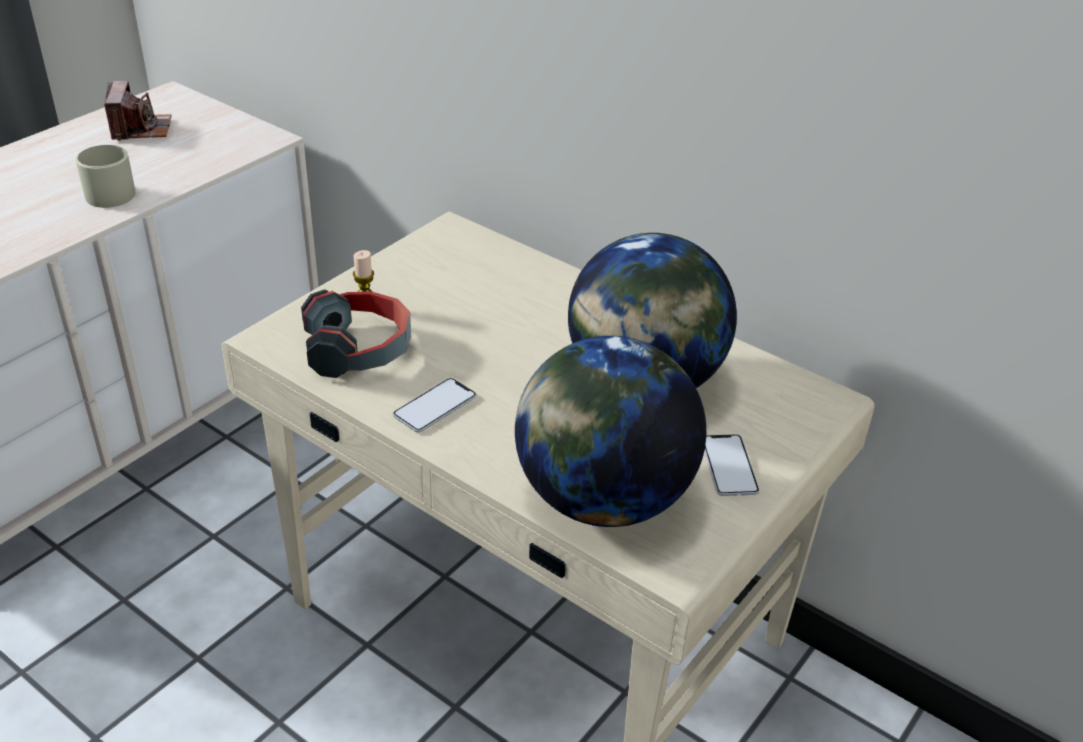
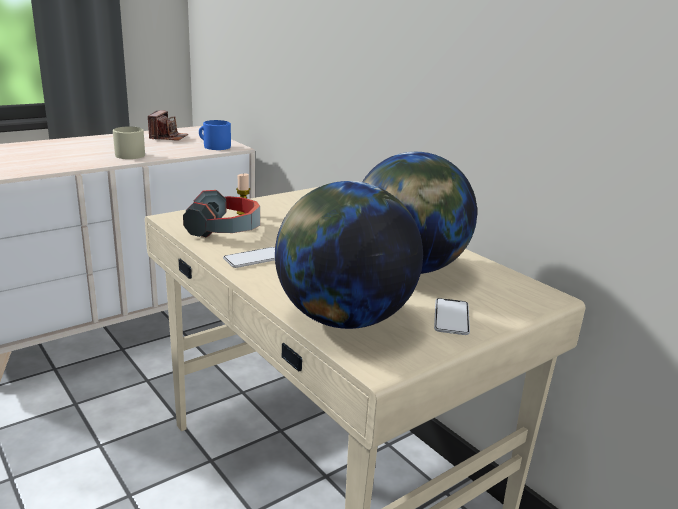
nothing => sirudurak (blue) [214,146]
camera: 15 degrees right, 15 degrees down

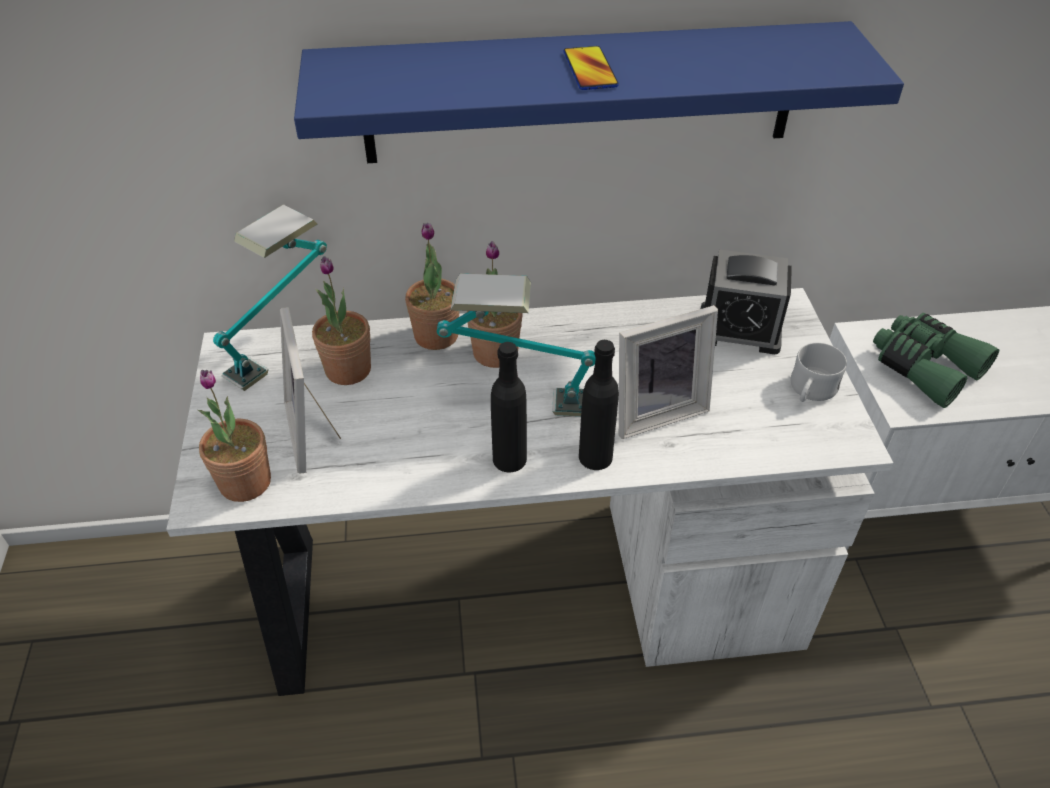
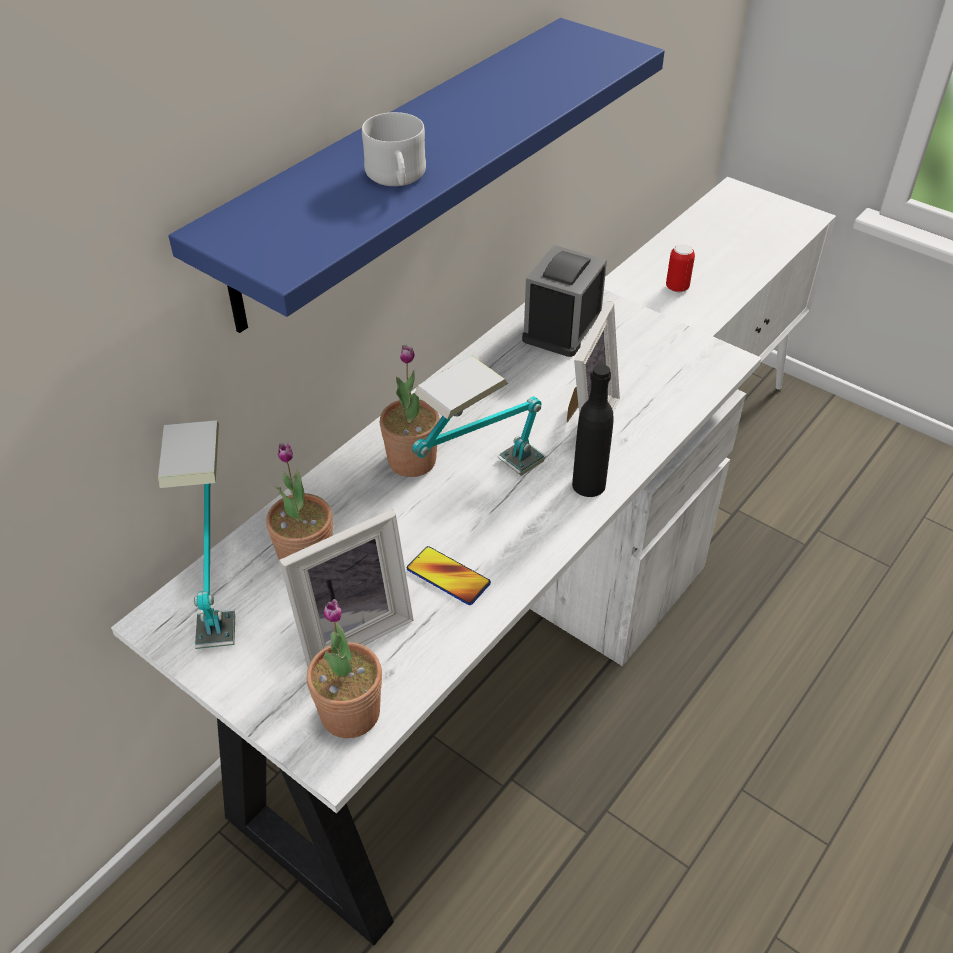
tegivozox [314,432] => tegivozox [351,628], 60 degrees counterclockwise
sirudurak (white) [810,391] => sirudurak (white) [397,179], move
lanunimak [590,70] => lanunimak [448,576], move
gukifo [739,329] => gukifo [562,328], 150 degrees clockwise
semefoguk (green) [924,366] => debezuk [677,287]
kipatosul [436,336] => nothing
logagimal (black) [509,459] => nothing
camera: 45 degrees left, 0 degrees up

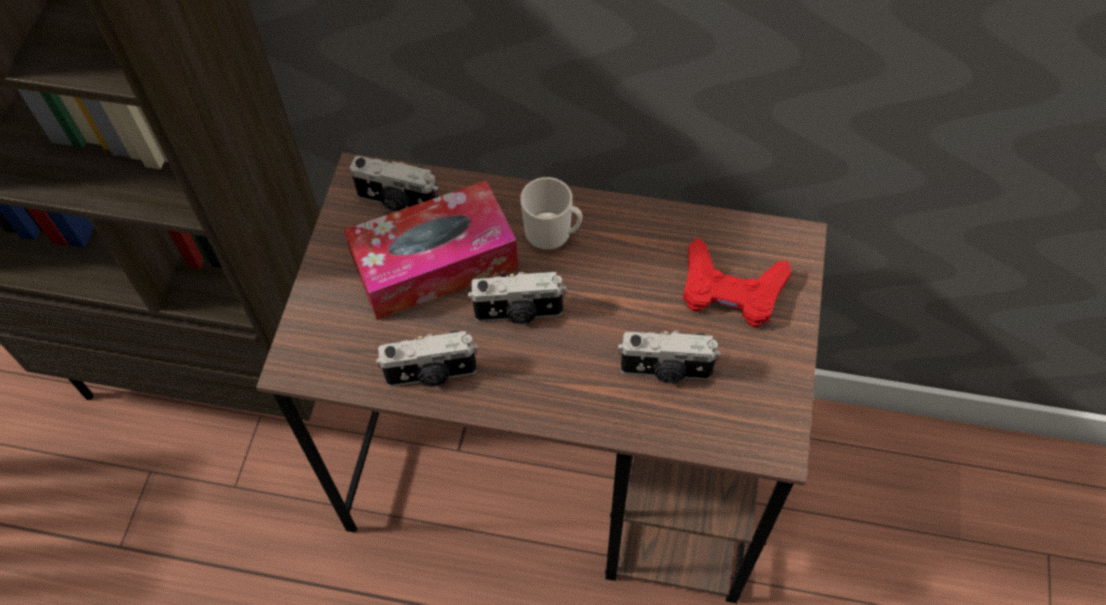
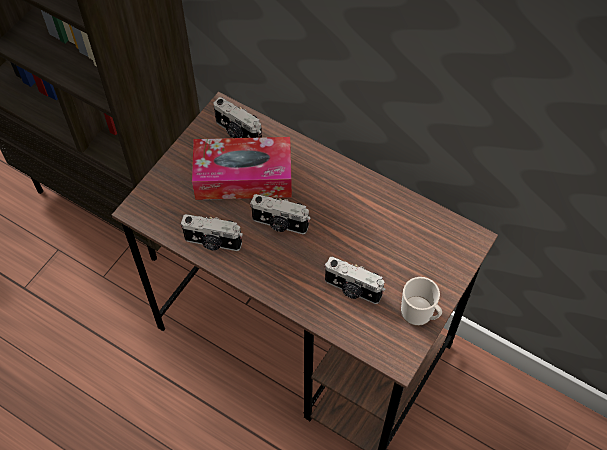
sirudurak [552,233] => sirudurak [419,313], move
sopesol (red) [731,290] => nothing
camera: 20 degrees right, 0 degrees up

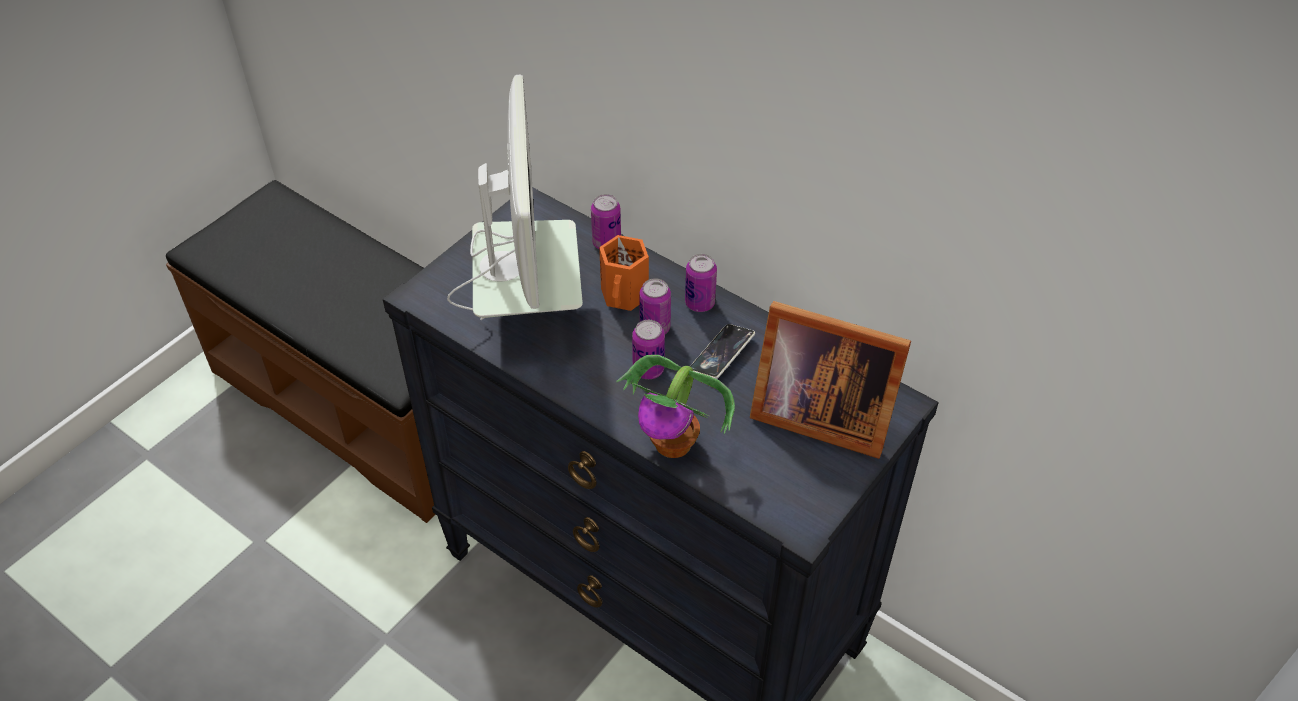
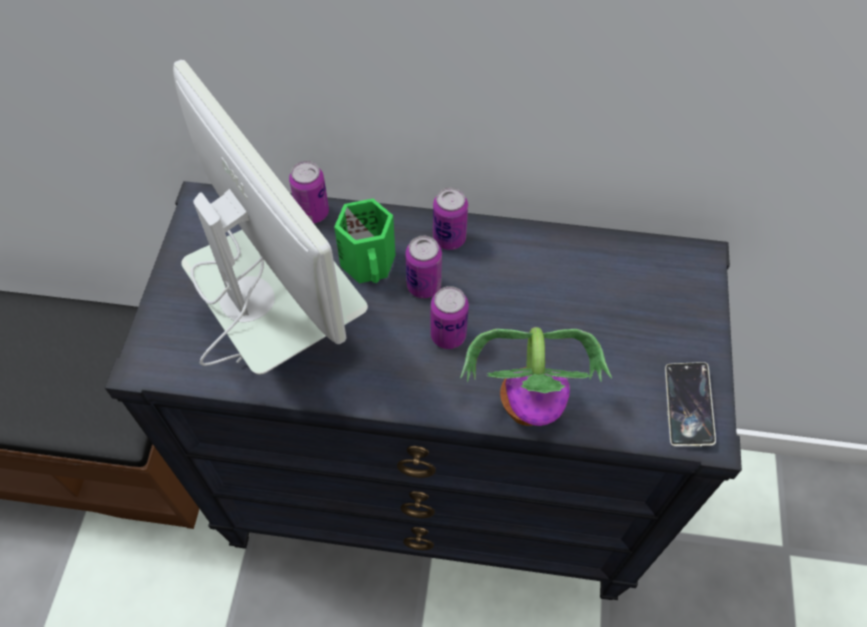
sirudurak (orange) [625,295] => sirudurak (green) [370,262]
lanunimak [721,354] => lanunimak [687,406], move
tegivozox [817,413] => nothing
camera: 30 degrees left, 10 degrees up

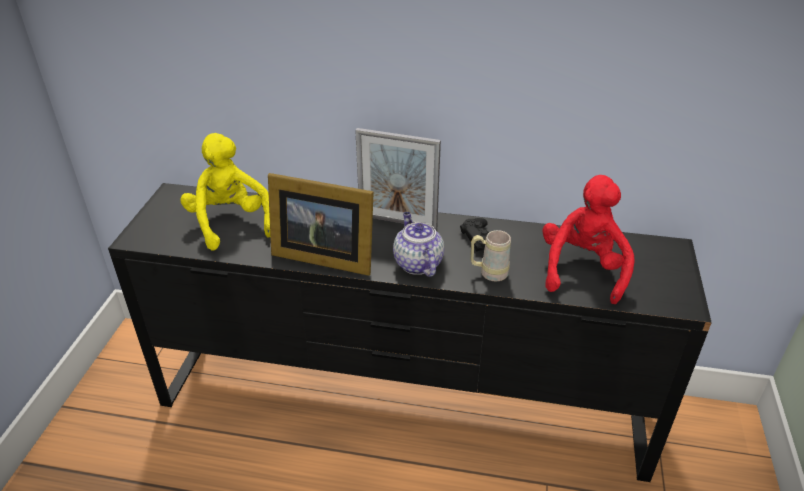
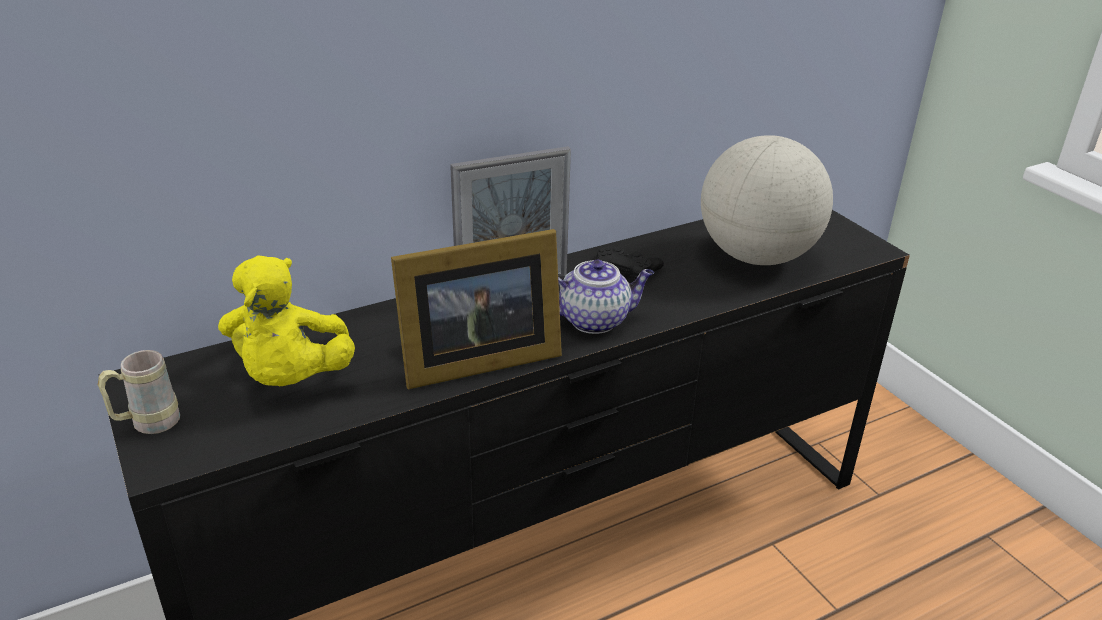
sirudurak (beige) [488,273] => sirudurak (beige) [147,424], move
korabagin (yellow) [230,223] => korabagin (yellow) [291,378], 120 degrees counterclockwise
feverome [417,263] => feverome [595,320], 135 degrees clockwise
korabagin (red) [582,270] => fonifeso [757,256]
camera: 40 degrees left, 5 degrees down

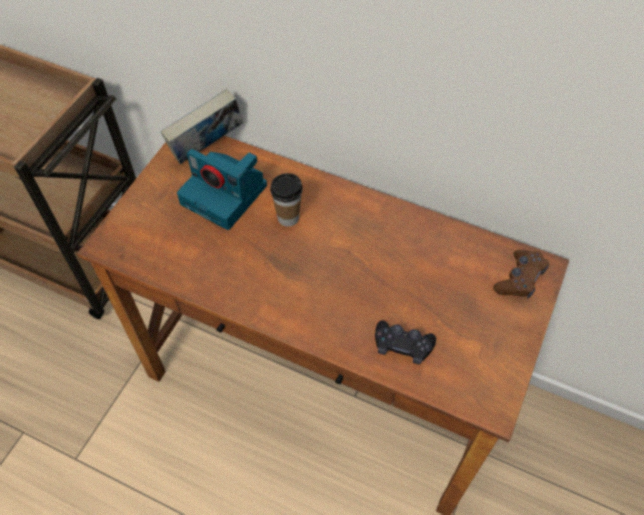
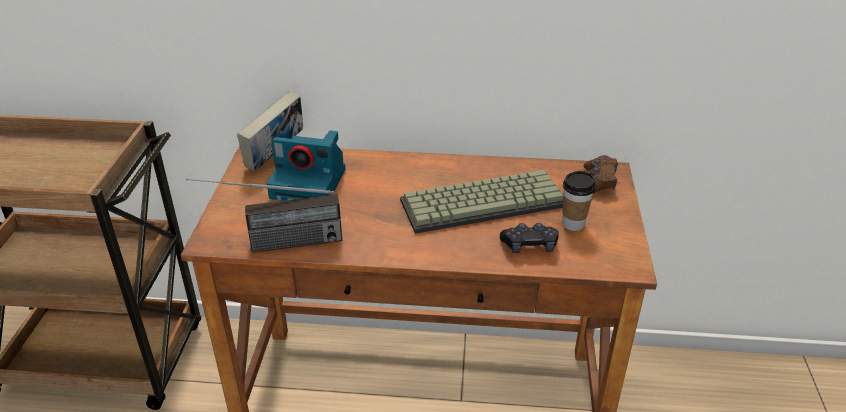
nothing => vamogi [272,244]
nothing => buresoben [484,201]
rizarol [288,218] => rizarol [573,224], move
camera: 20 degrees left, 20 degrees down

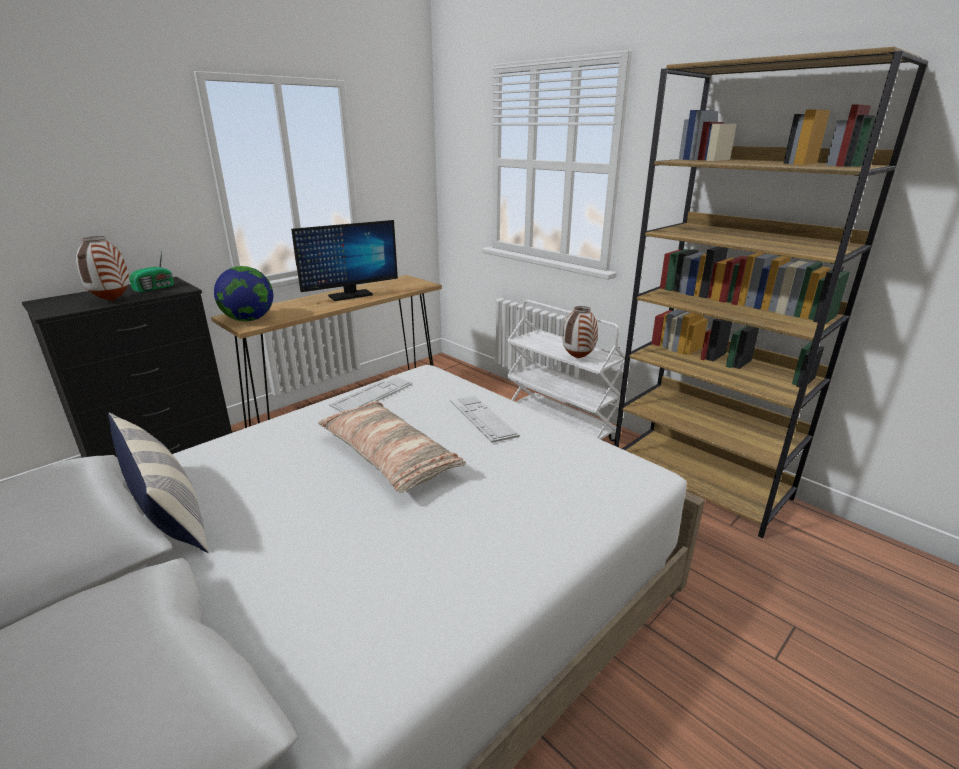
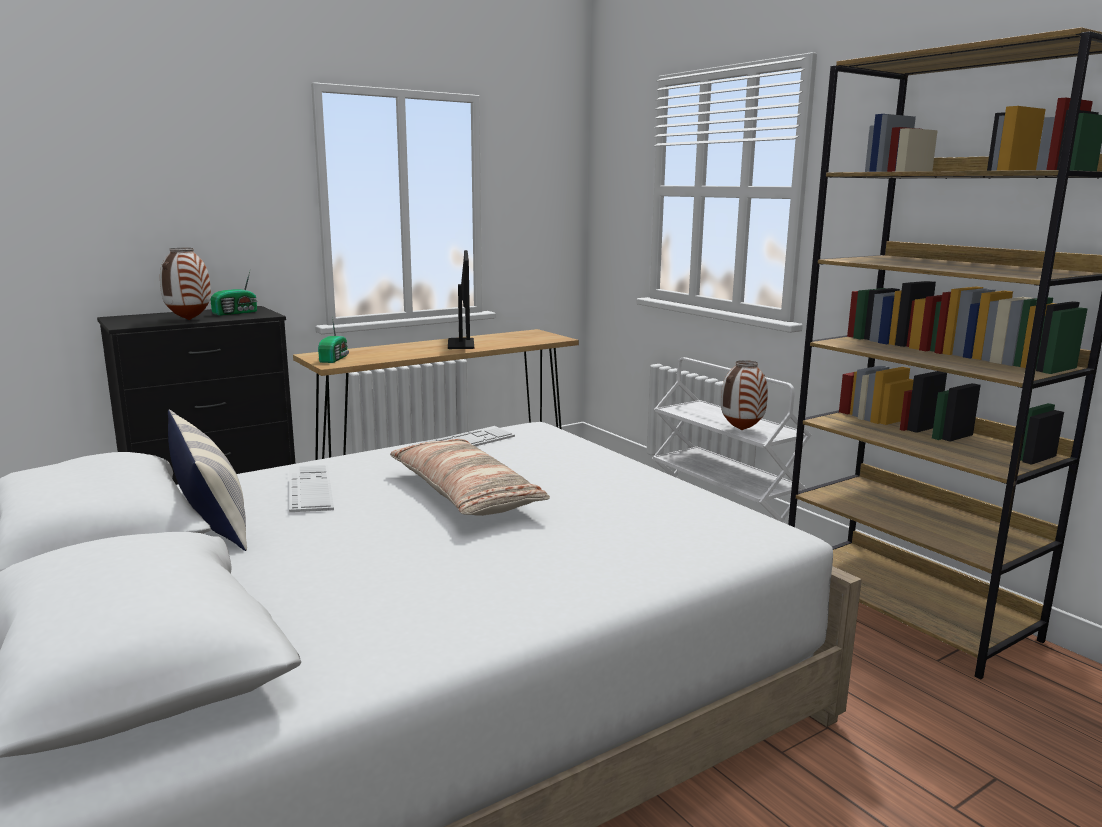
buresoben [482,418] => buresoben [310,489], move
fonifeso [249,320] => vamogi [335,359]
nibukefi [350,295] => nibukefi [461,344], 75 degrees counterclockwise
camera: 10 degrees right, 10 degrees down

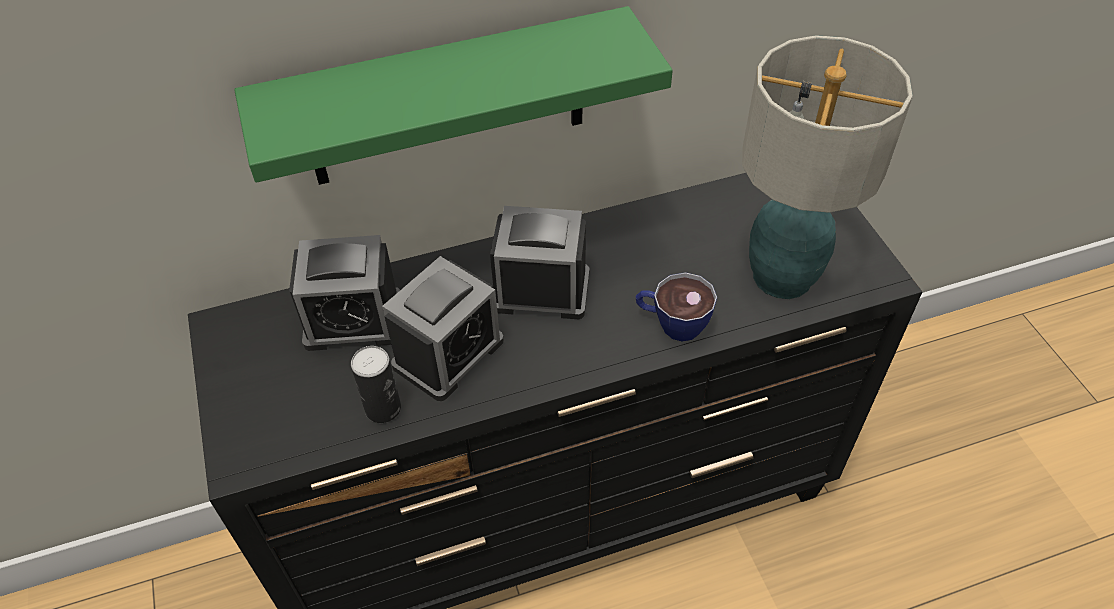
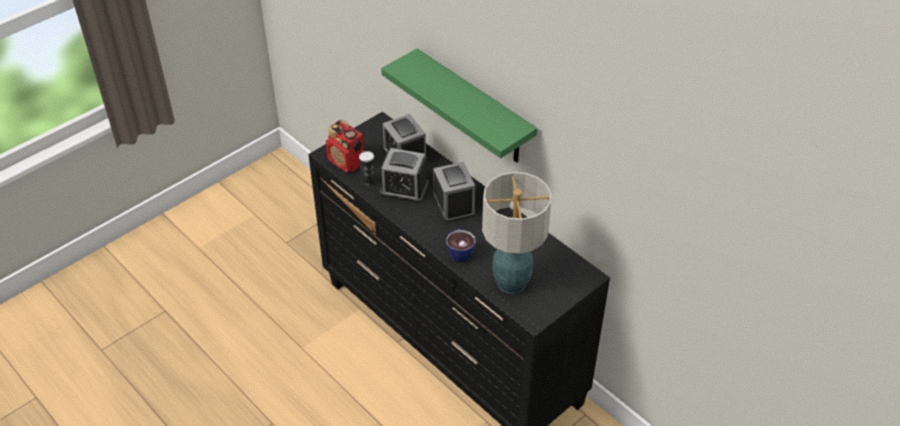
nothing => vamogi [347,162]
camera: 65 degrees right, 5 degrees down

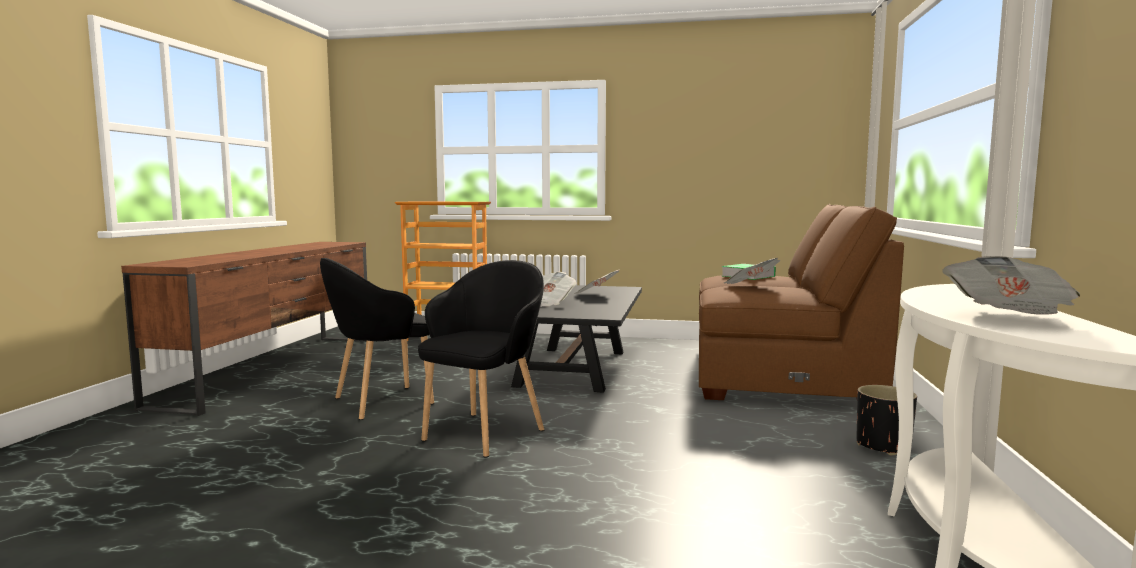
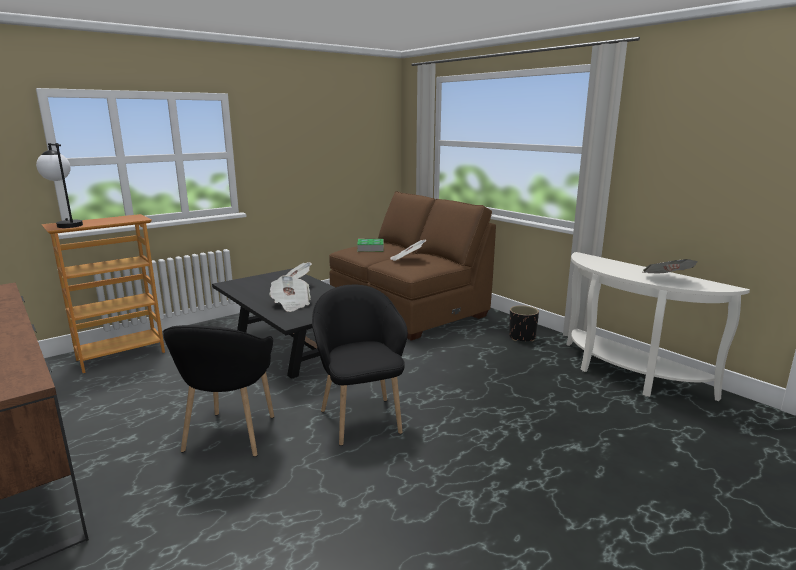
nothing => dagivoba [66,224]
camera: 50 degrees left, 10 degrees up

